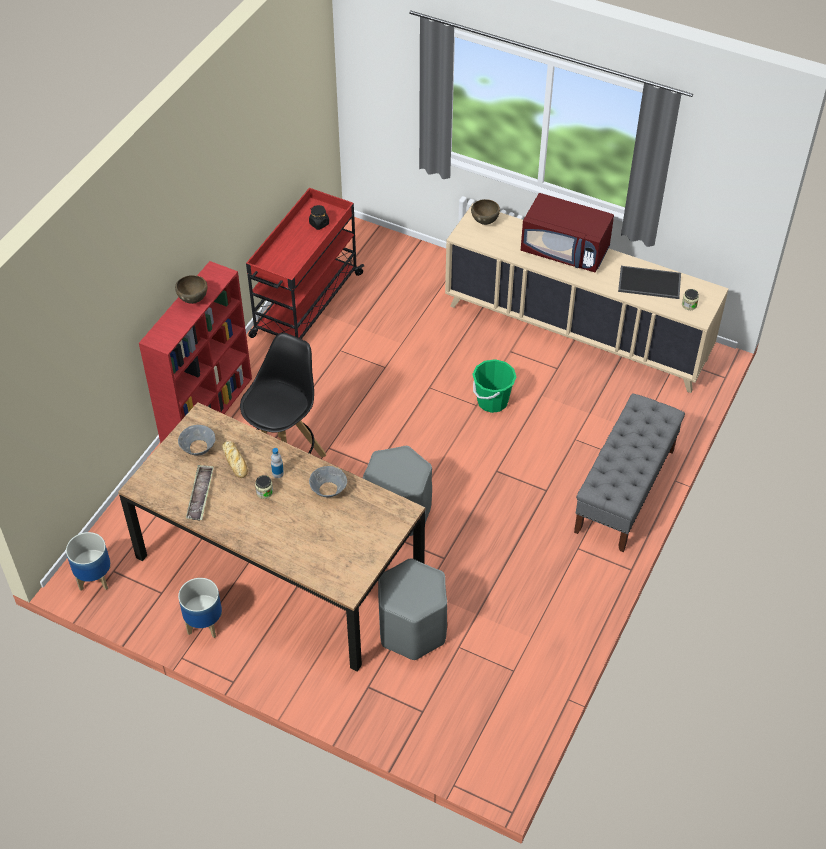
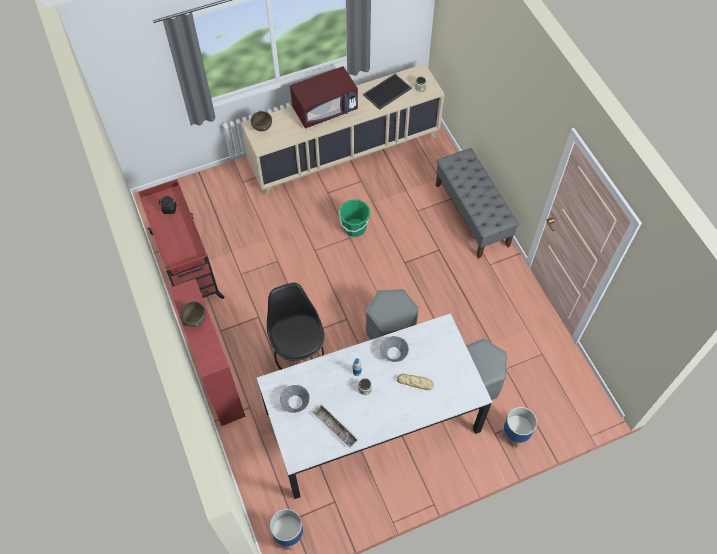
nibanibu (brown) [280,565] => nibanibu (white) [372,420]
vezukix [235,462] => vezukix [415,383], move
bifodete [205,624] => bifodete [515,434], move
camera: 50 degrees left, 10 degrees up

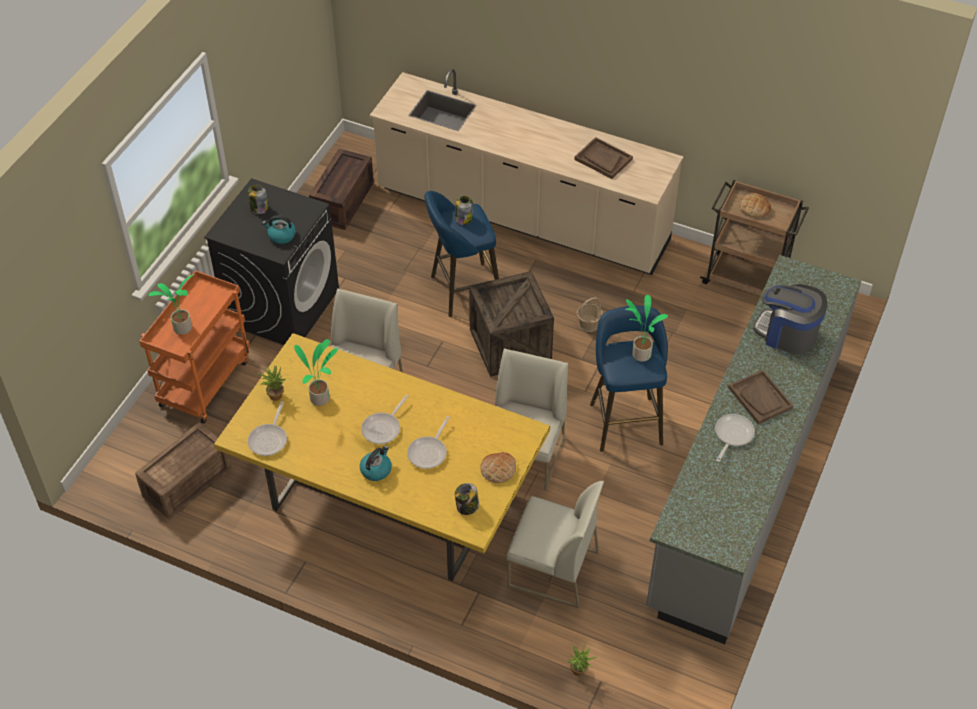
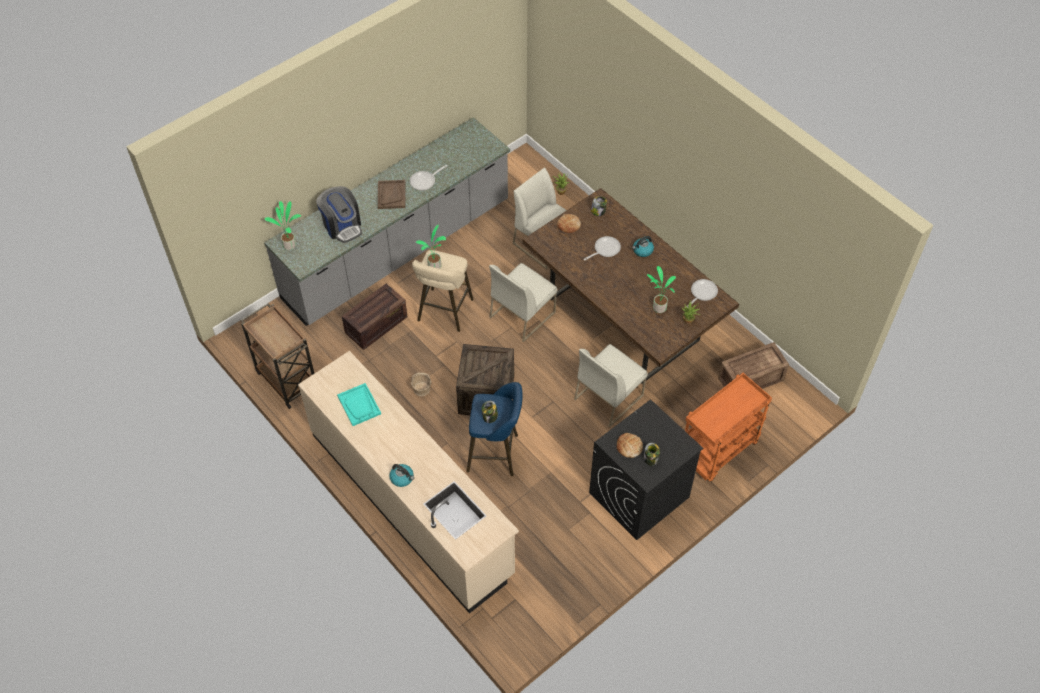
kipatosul [182,329] => kipatosul [290,244], move
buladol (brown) [603,159] => buladol (turquoise) [359,405]
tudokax [342,200] => tudokax [376,326], move
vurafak [281,235] => vurafak [402,478], move
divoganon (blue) [625,420] => divoganon (beige) [444,312]
nibanibu (yellow) [389,501] => nibanibu (brown) [622,318]
vezukix [754,207] => vezukix [629,446], move
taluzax [383,428] => nothing
camera: 155 degrees left, 5 degrees up

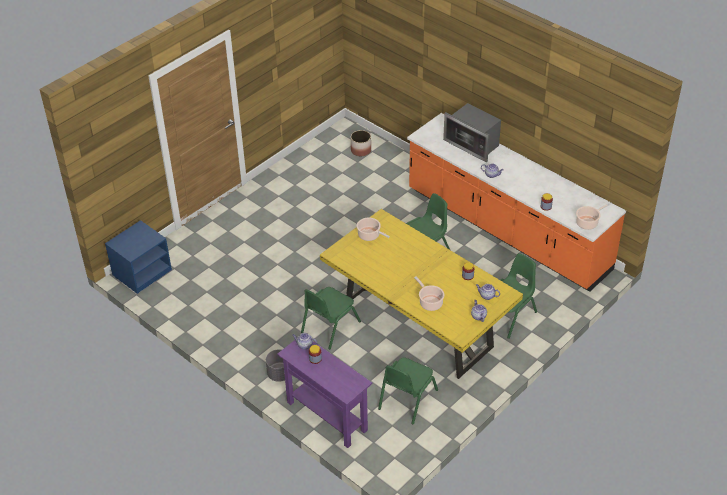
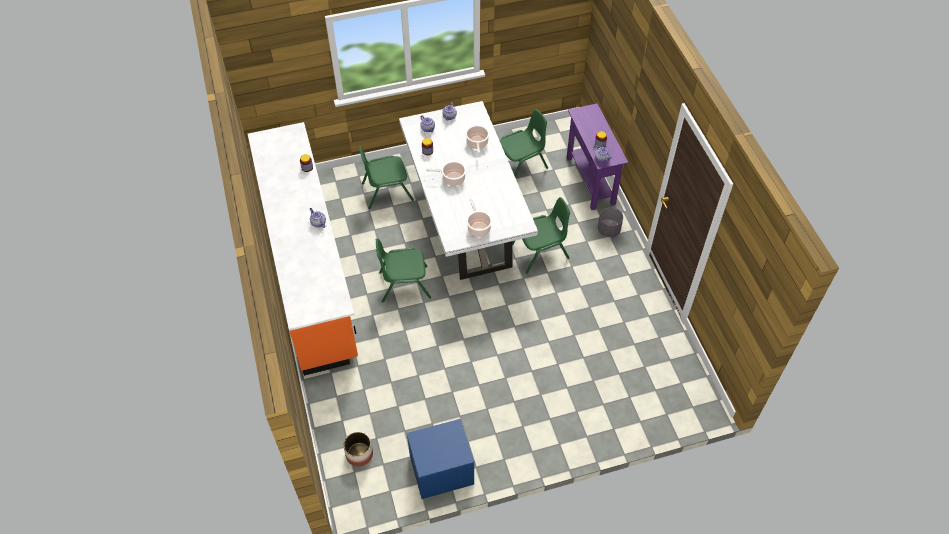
nibanibu (yellow) [417,325] => nibanibu (white) [466,218]
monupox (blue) [142,272] => monupox (blue) [441,471], move
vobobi [588,223] => vobobi [452,179], move
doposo [473,144] => nothing
camera: 150 degrees left, 10 degrees up

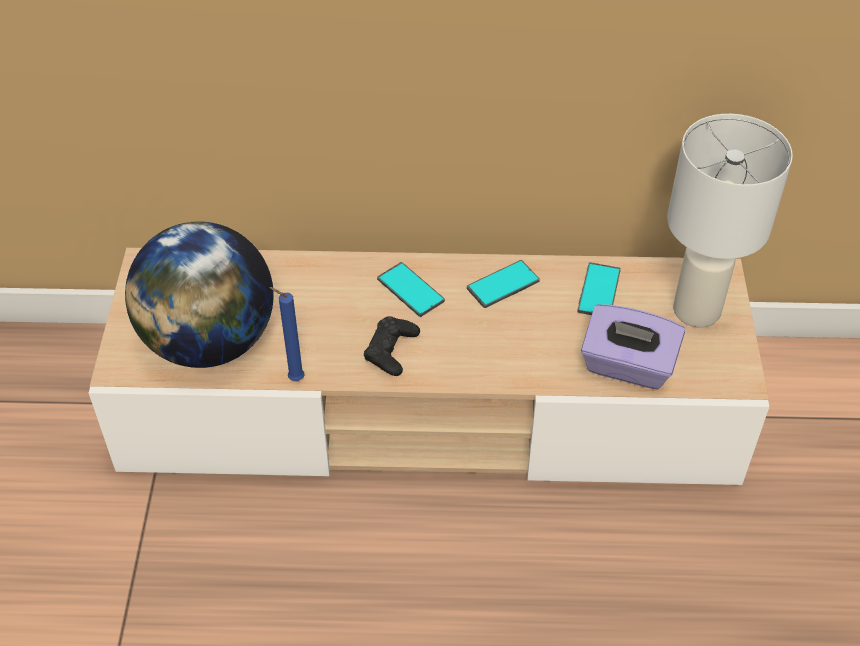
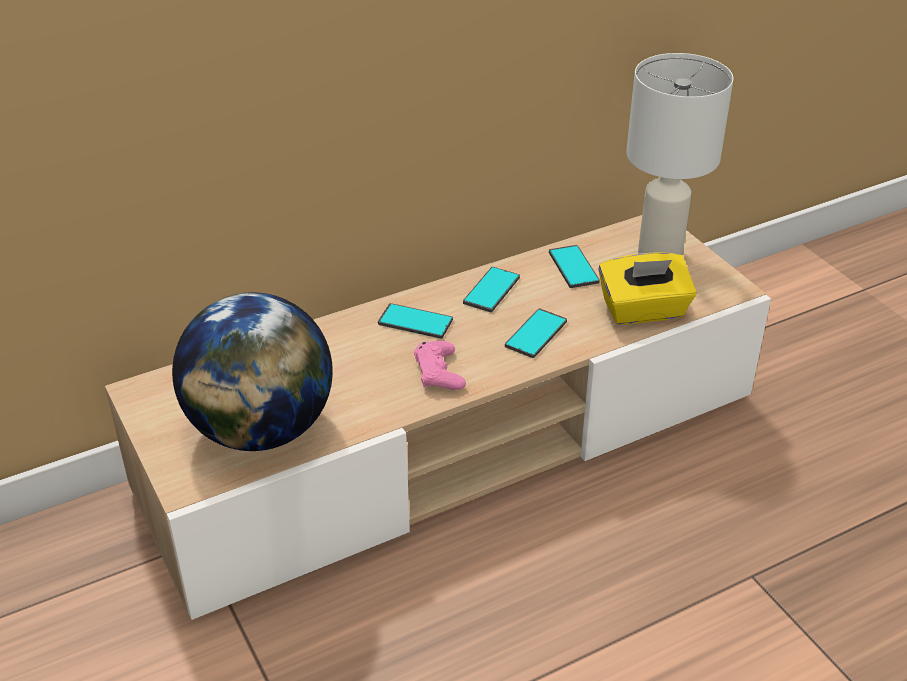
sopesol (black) [391,350] => sopesol (pink) [439,372]
nothing => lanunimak [536,334]
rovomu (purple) [627,366] => rovomu (yellow) [643,311]
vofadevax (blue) [293,378] => nothing
camera: 30 degrees left, 10 degrees down

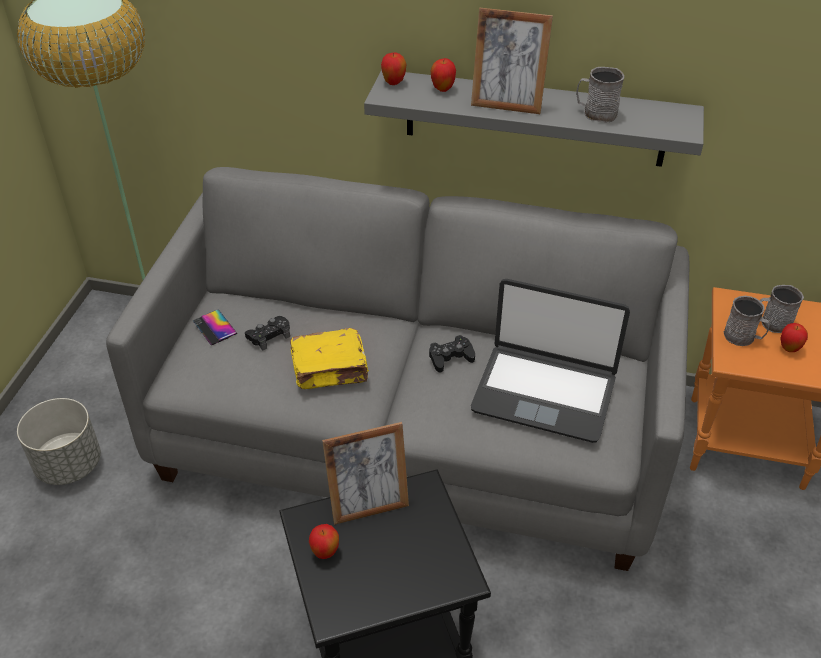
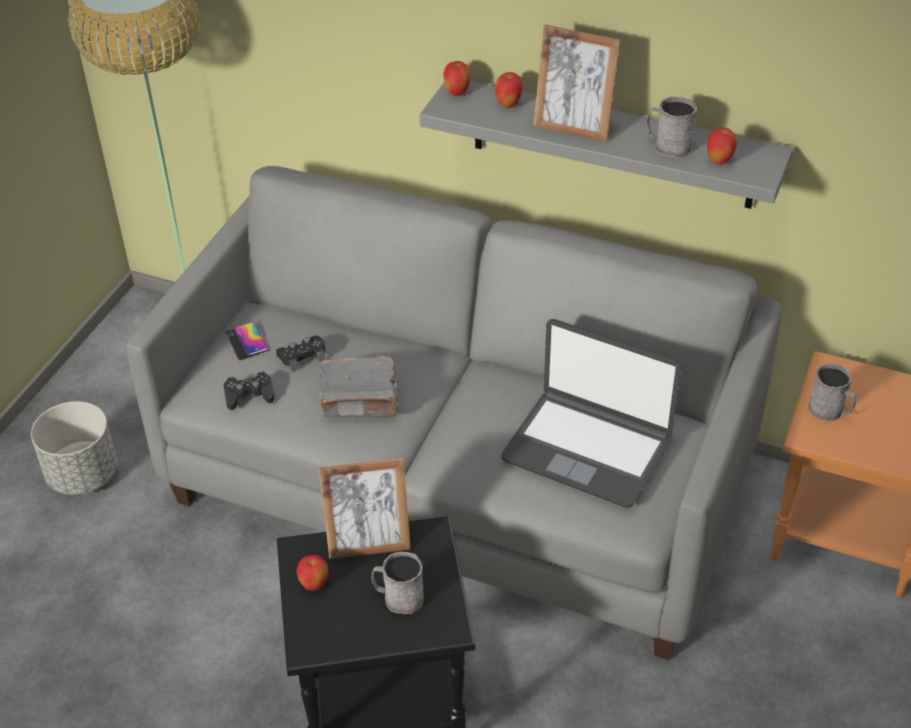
sopesol (black) [450,357] => sopesol (black) [249,395], move
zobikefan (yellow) [331,370] => zobikefan (grey) [361,399]
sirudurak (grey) [771,323] => sirudurak (grey) [398,598], move
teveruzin [789,349] => teveruzin [719,161], move
camera: 10 degrees right, 0 degrees up

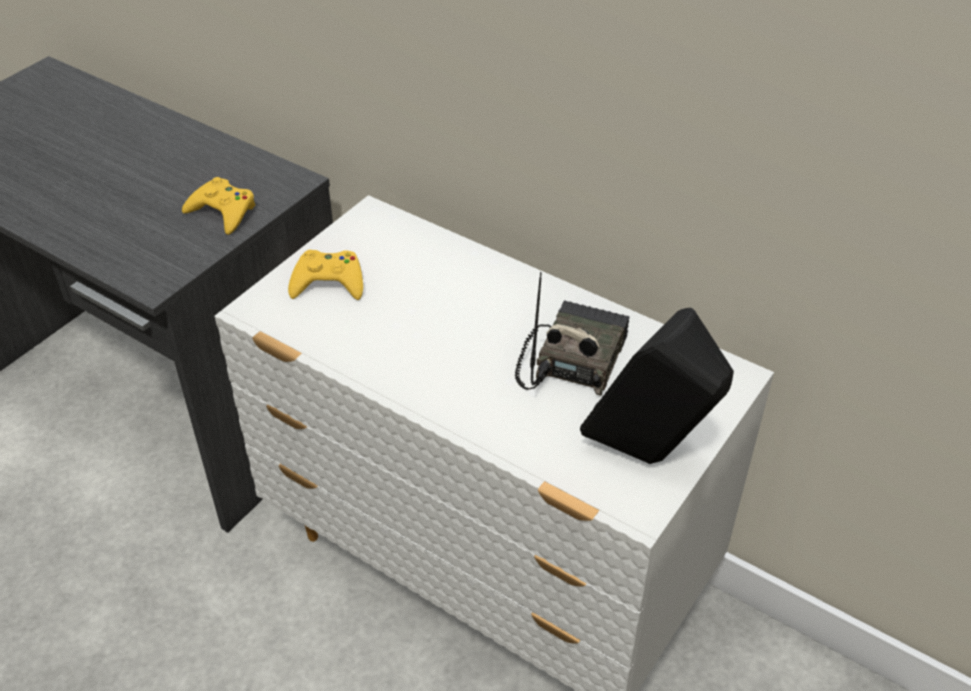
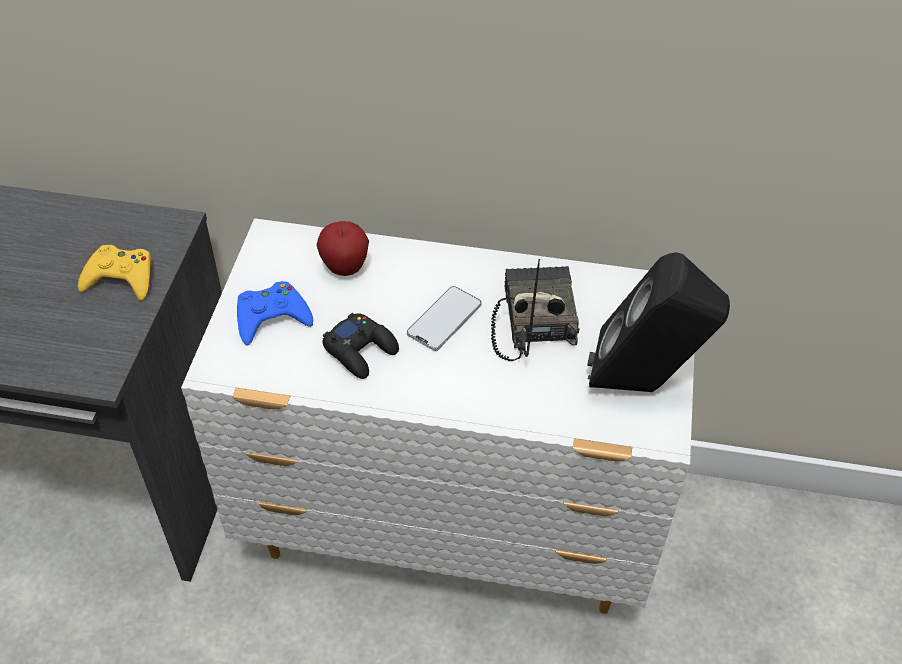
sopesol (yellow) [328,282] => sopesol (blue) [272,318]
nothing => teveruzin [345,268]
nothing => sopesol (black) [361,350]
nothing => lanunimak [444,319]
camera: 25 degrees left, 5 degrees up

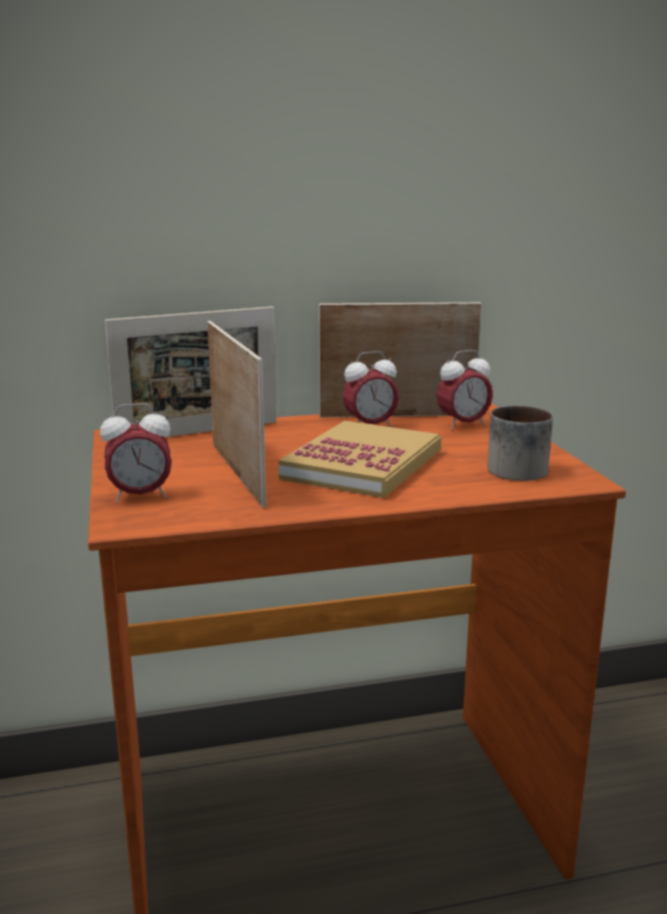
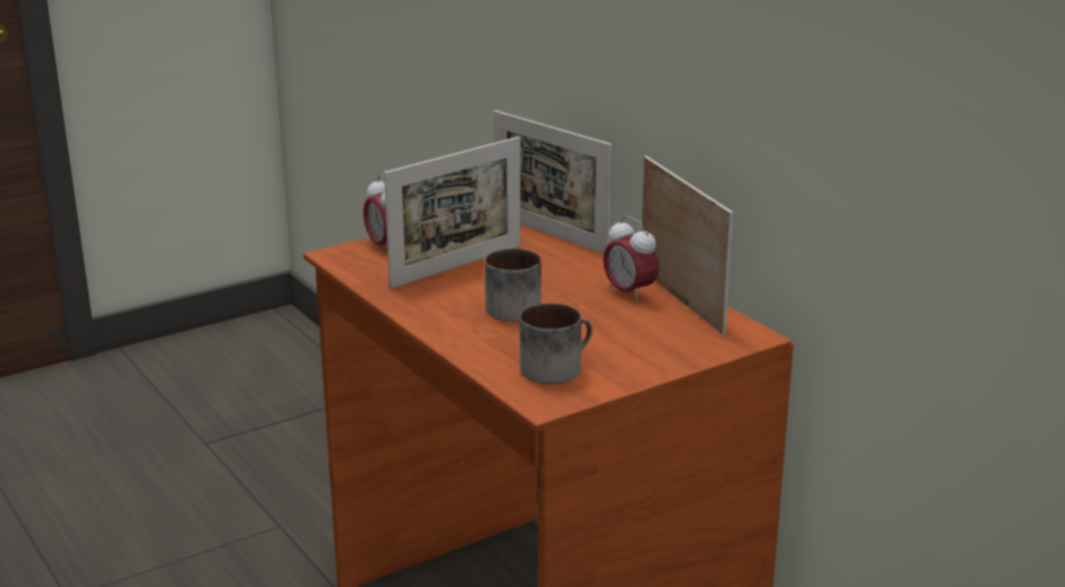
zobikefan [363,465] => sirudurak [514,306]
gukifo [463,425] => nothing
camera: 70 degrees right, 5 degrees up

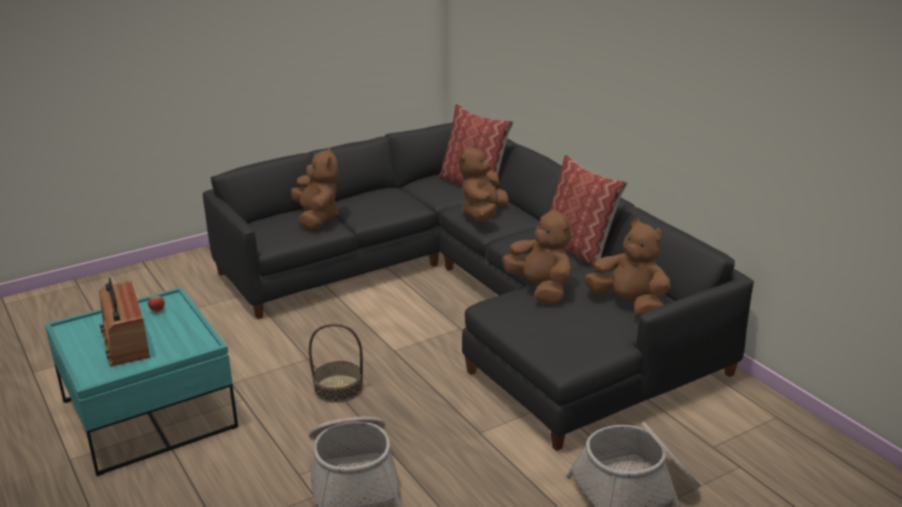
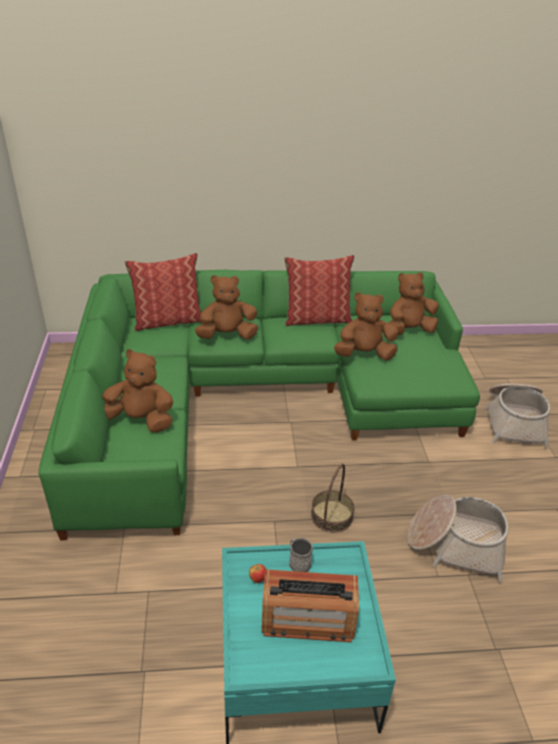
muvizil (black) [476,297] => muvizil (green) [253,398]
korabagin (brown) [483,214] => korabagin (brown) [227,335], 120 degrees clockwise
nothing => sirudurak (grey) [298,562]
camera: 65 degrees left, 10 degrees up

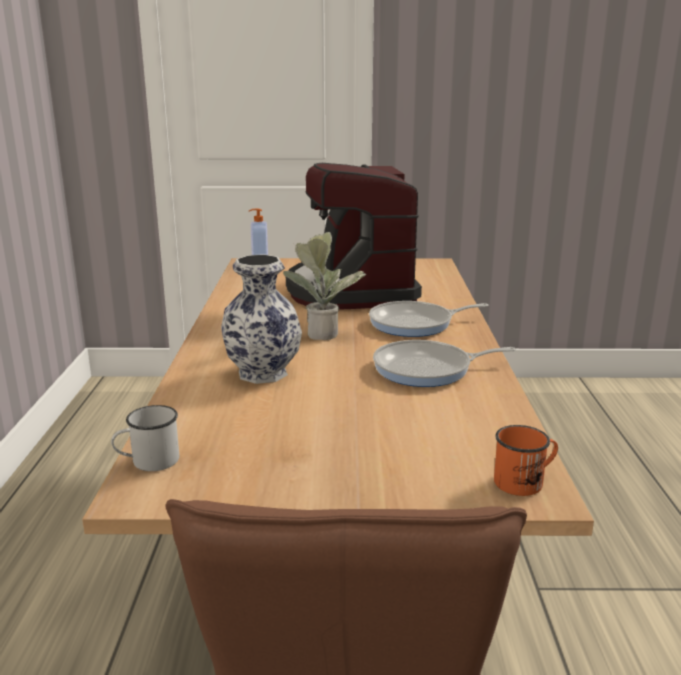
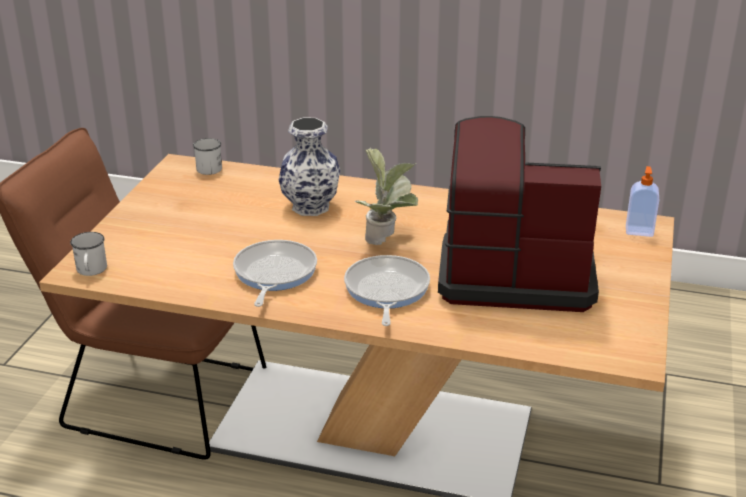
sirudurak (orange) [525,481] => sirudurak (white) [91,271]
camera: 105 degrees right, 10 degrees up

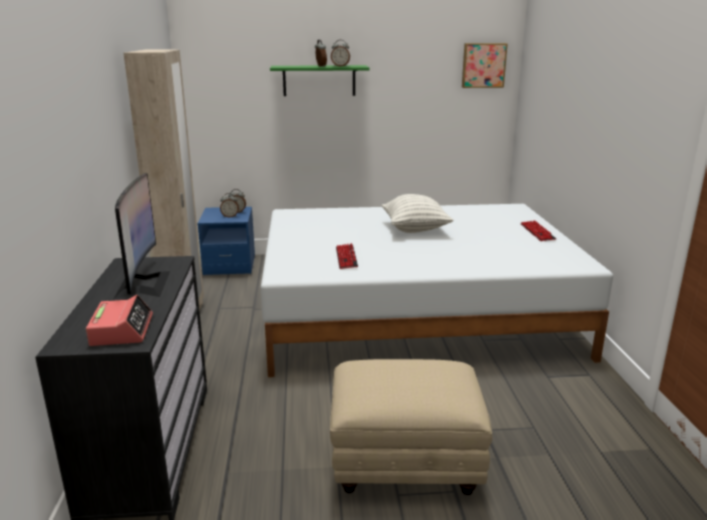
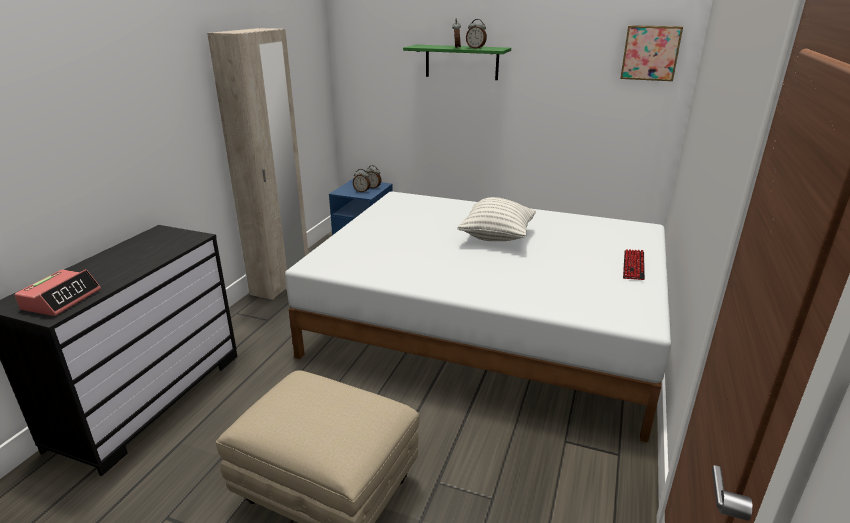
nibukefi [142,284] => nothing
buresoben [346,257] => nothing
camera: 25 degrees right, 5 degrees up

